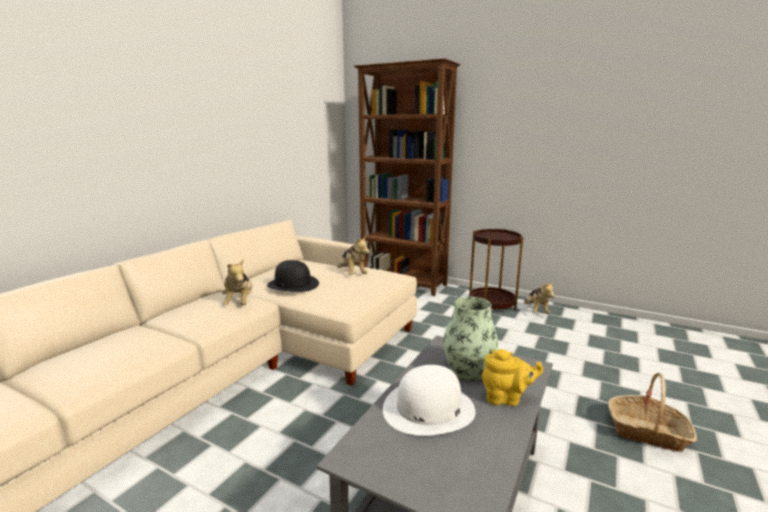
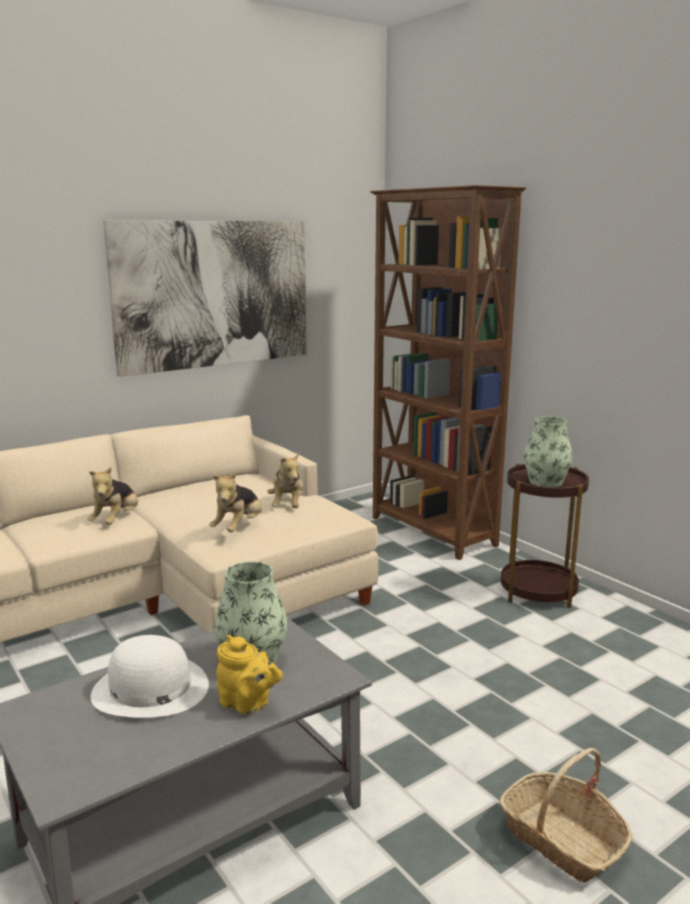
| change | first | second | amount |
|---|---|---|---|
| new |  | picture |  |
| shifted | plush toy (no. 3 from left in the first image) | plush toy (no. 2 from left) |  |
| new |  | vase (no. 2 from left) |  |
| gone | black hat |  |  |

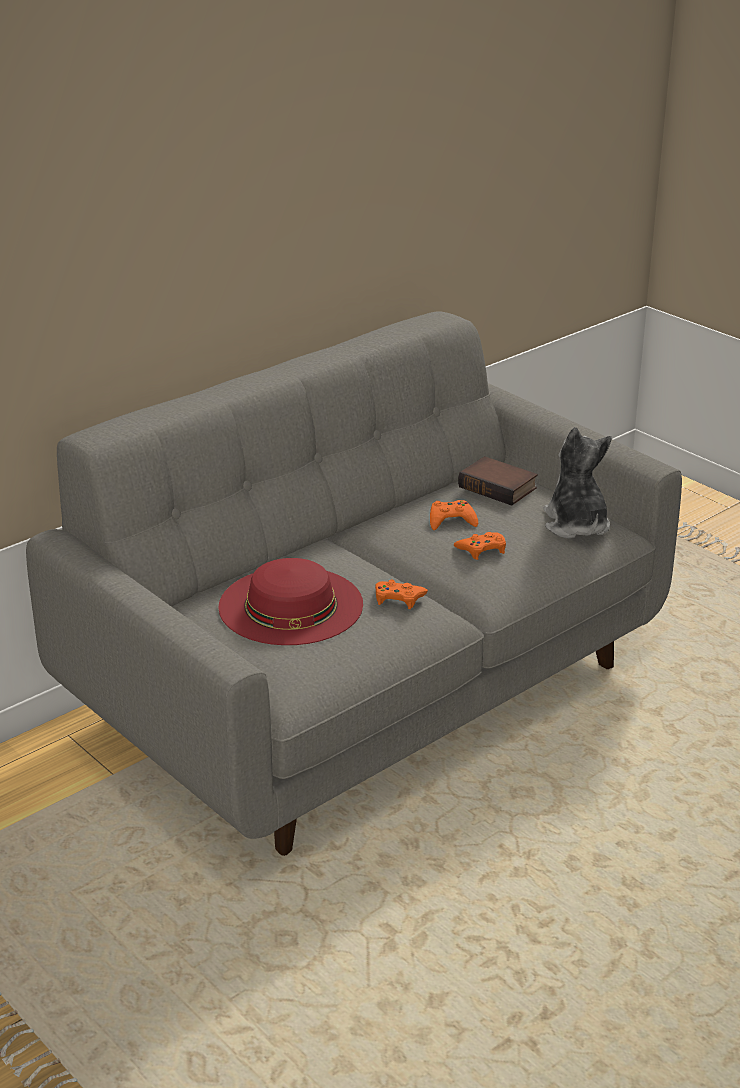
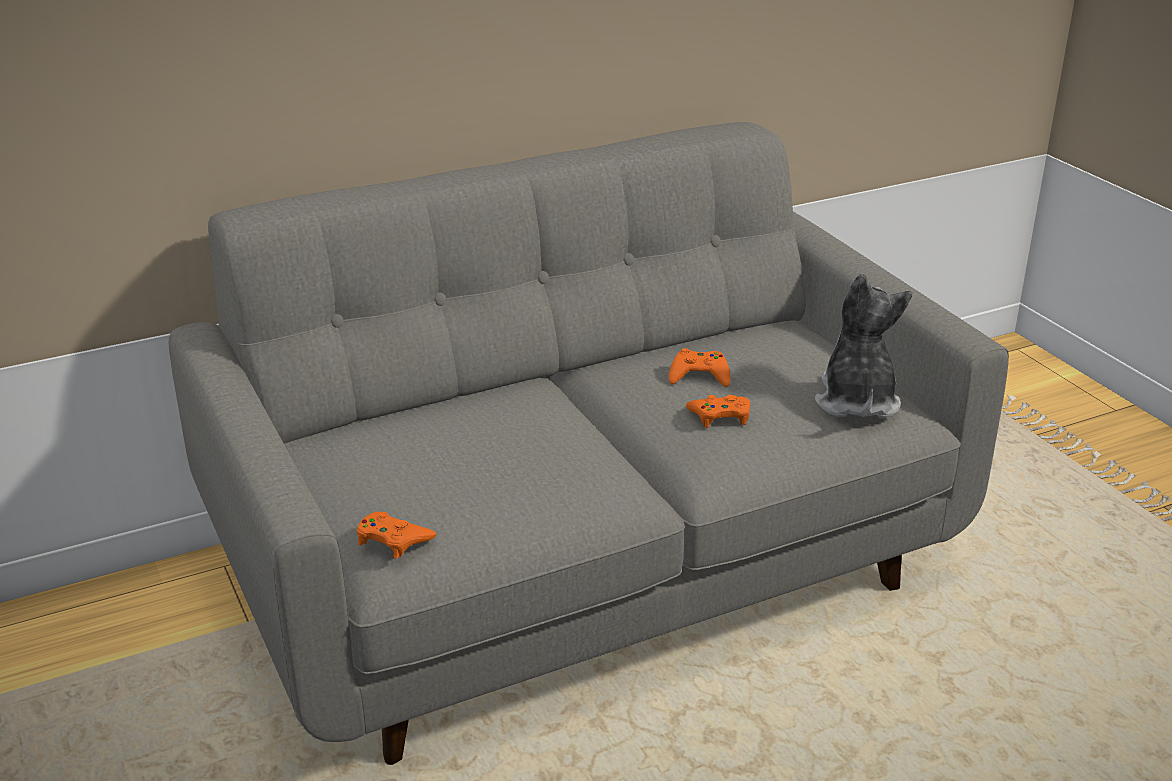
| change | first | second | amount |
|---|---|---|---|
| shifted | orange game controller (no. 1 from left) |  |  |
| gone | red hat |  |  |
| gone | book |  |  |

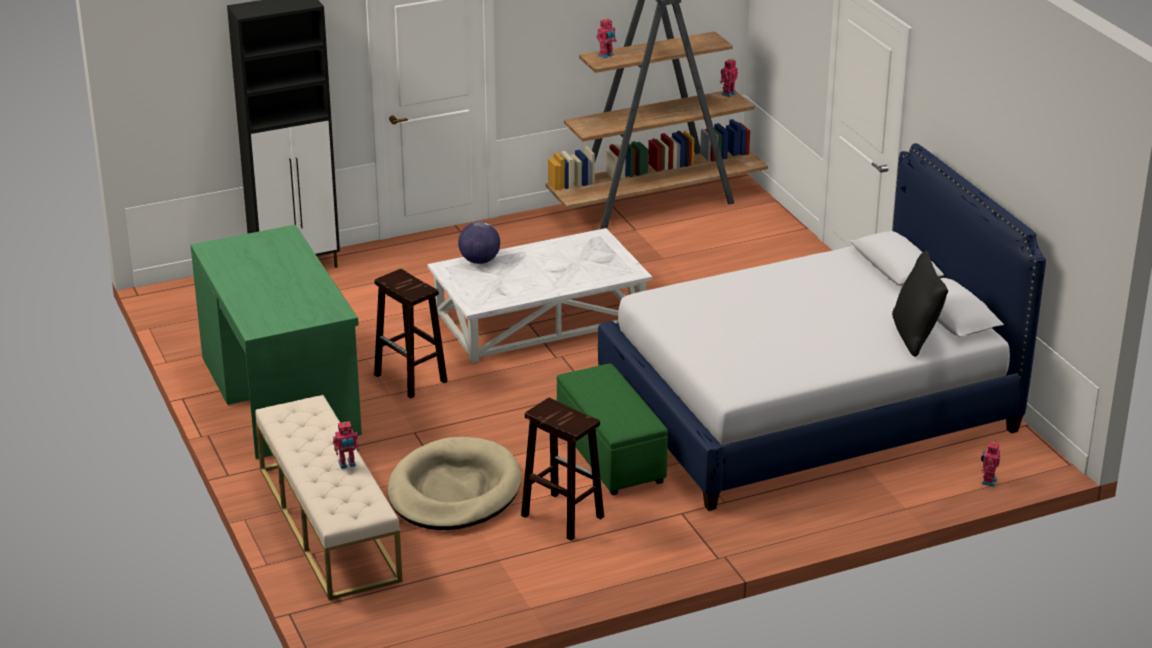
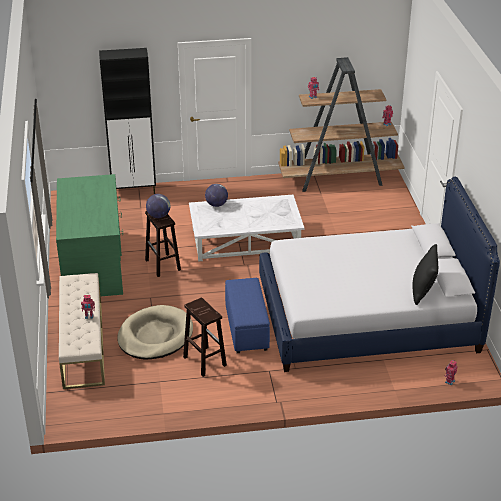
| change | first | second | amount |
|---|---|---|---|
| new |  | globe (no. 1 from left) |  |
| repainted | green ottoman | blue ottoman |  |

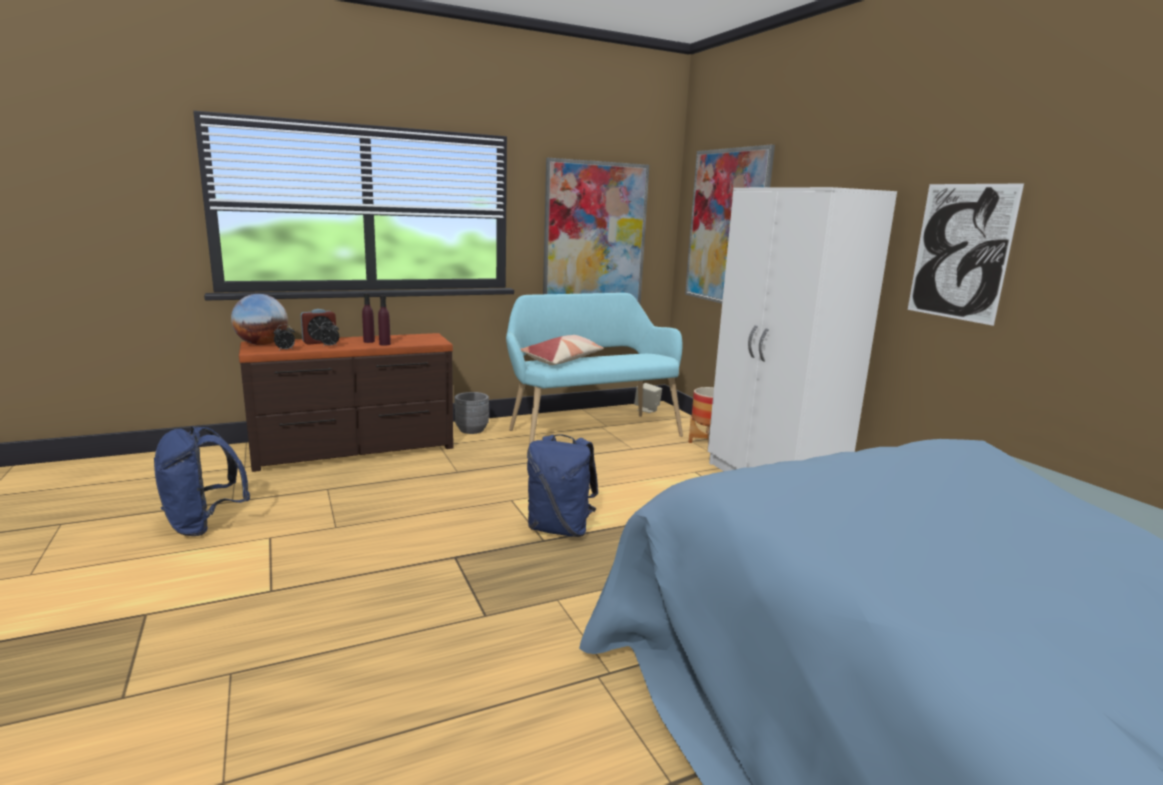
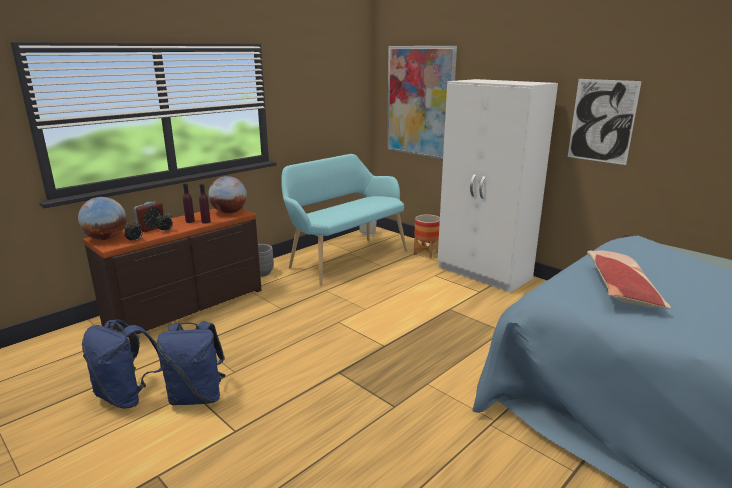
| change | first | second | amount |
|---|---|---|---|
| shifted | blue backpack (no. 2 from left) |  |  |
| new |  | globe (no. 2 from left) |  |
| shifted | pillow |  |  |
| gone | picture (no. 1 from left) |  |  |

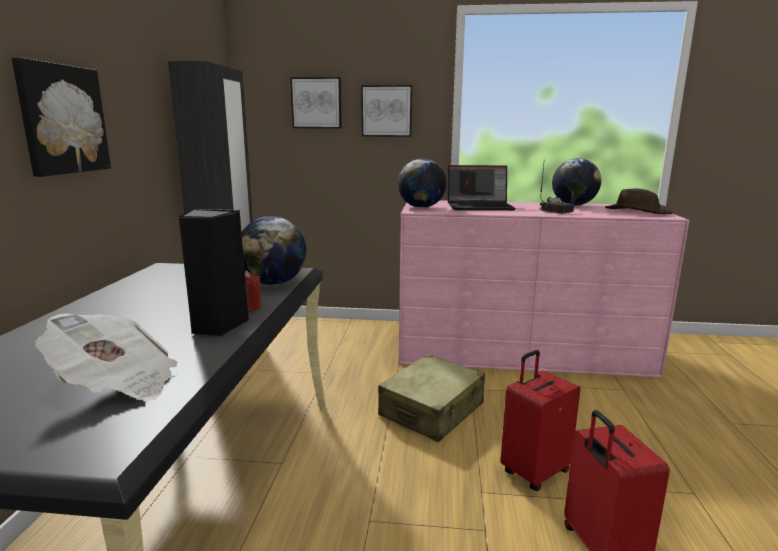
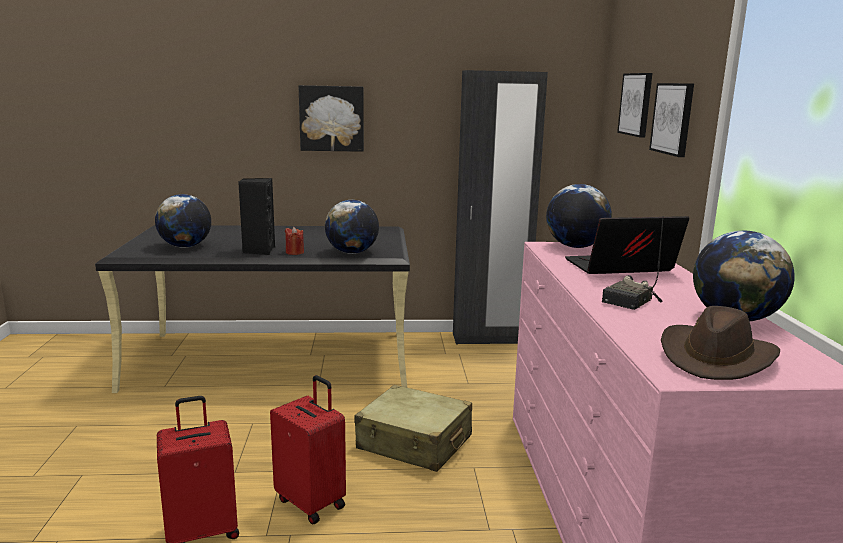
| change | first | second | amount |
|---|---|---|---|
| swapped | newspaper | globe (no. 1 from left) |  |
| rotated | laptop |  | 90 degrees clockwise |

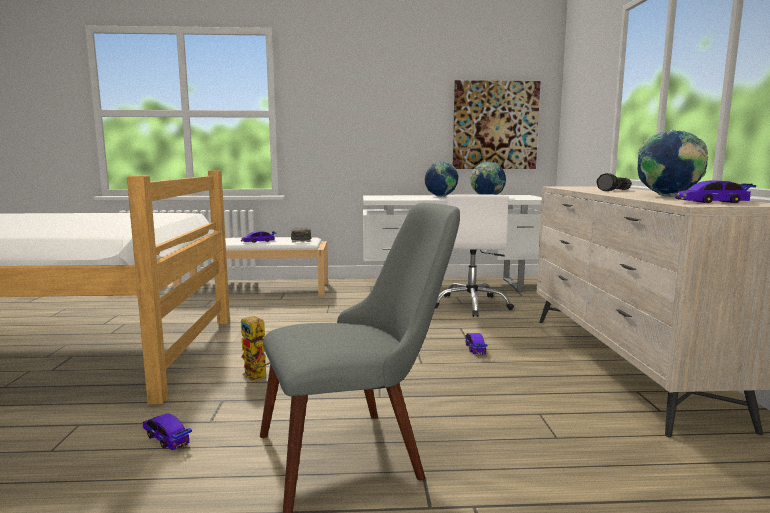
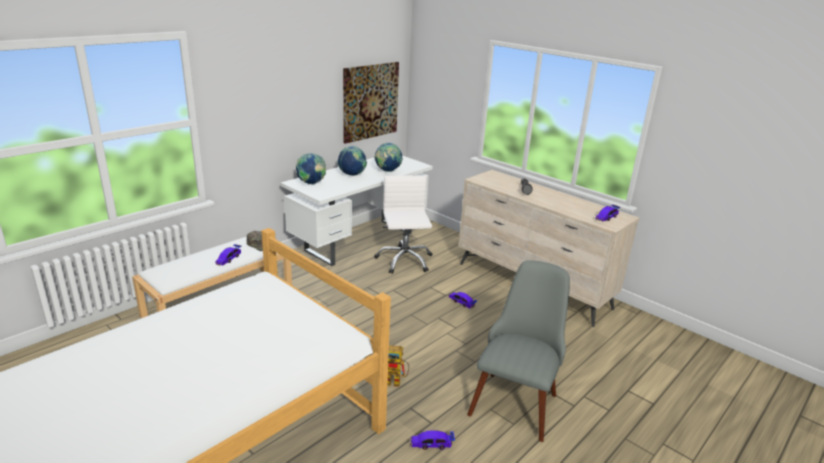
| change | first | second | amount |
|---|---|---|---|
| shifted | globe (no. 3 from left in the first image) | globe (no. 1 from left) |  |
| rotated | white office chair |  | 150 degrees counterclockwise |

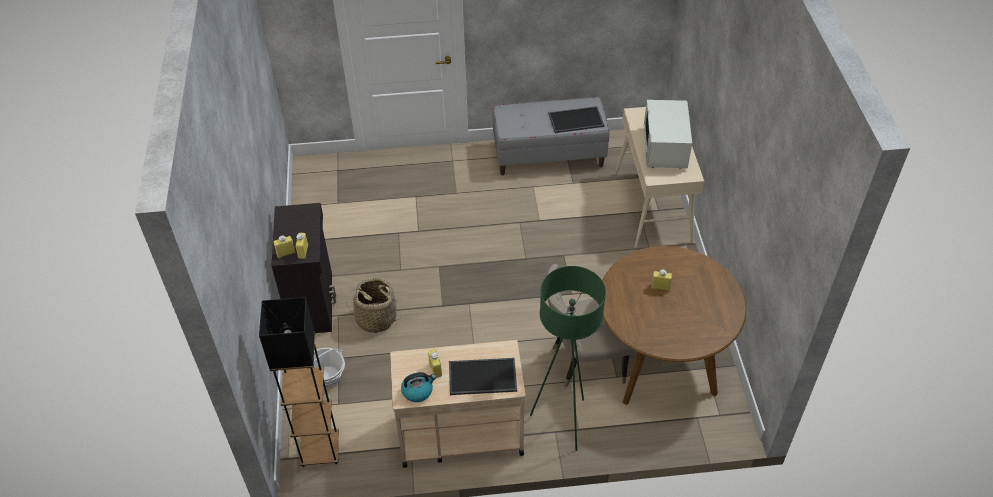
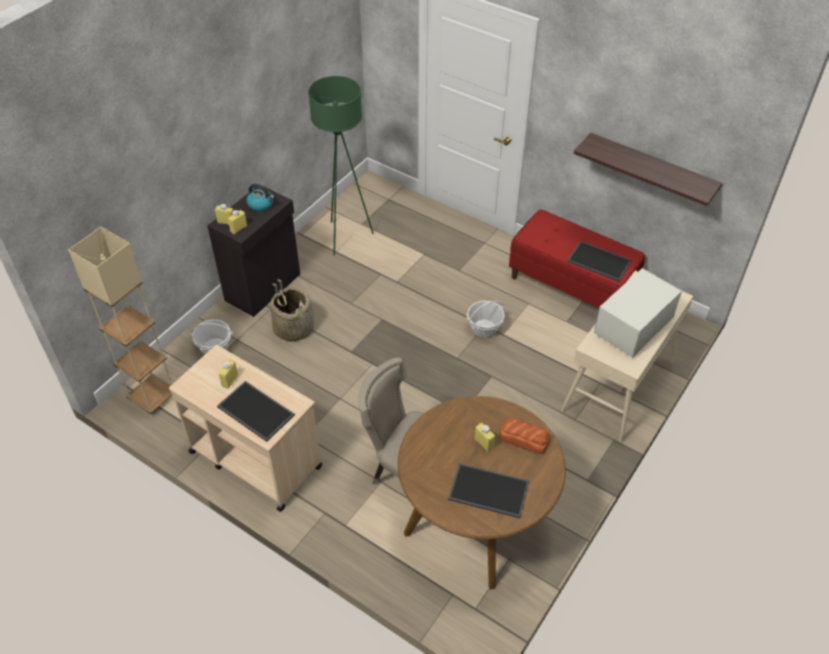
| change | first | second | amount |
|---|---|---|---|
| repainted | black floor lamp | beige floor lamp |  |
| shifted | kettle |  |  |
| shifted | green floor lamp |  |  |
| new |  | tray (no. 2 from left) |  |
| new |  | basket (no. 3 from left) |  |
| new |  | bread |  |
| repainted | grey bench | red bench |  |
| new |  | shelf |  |

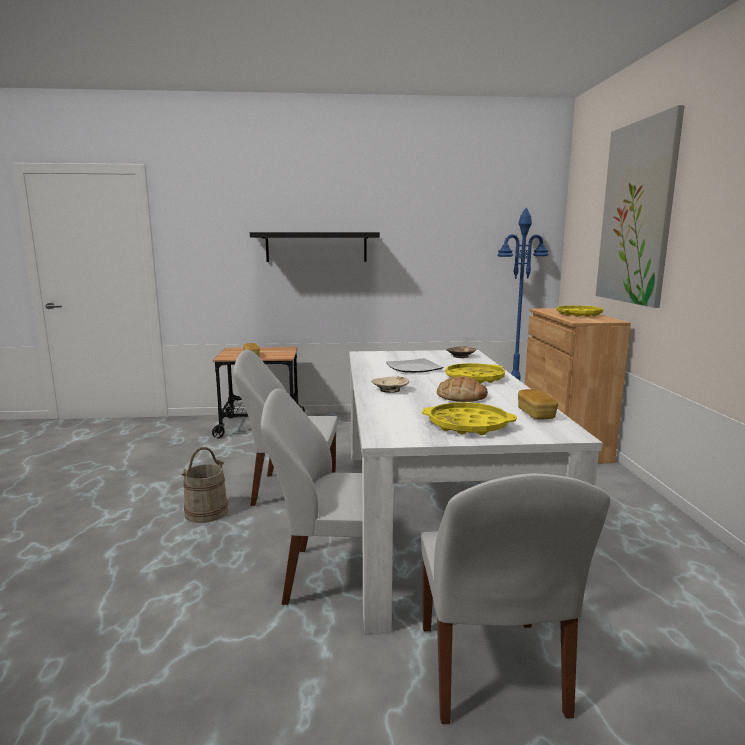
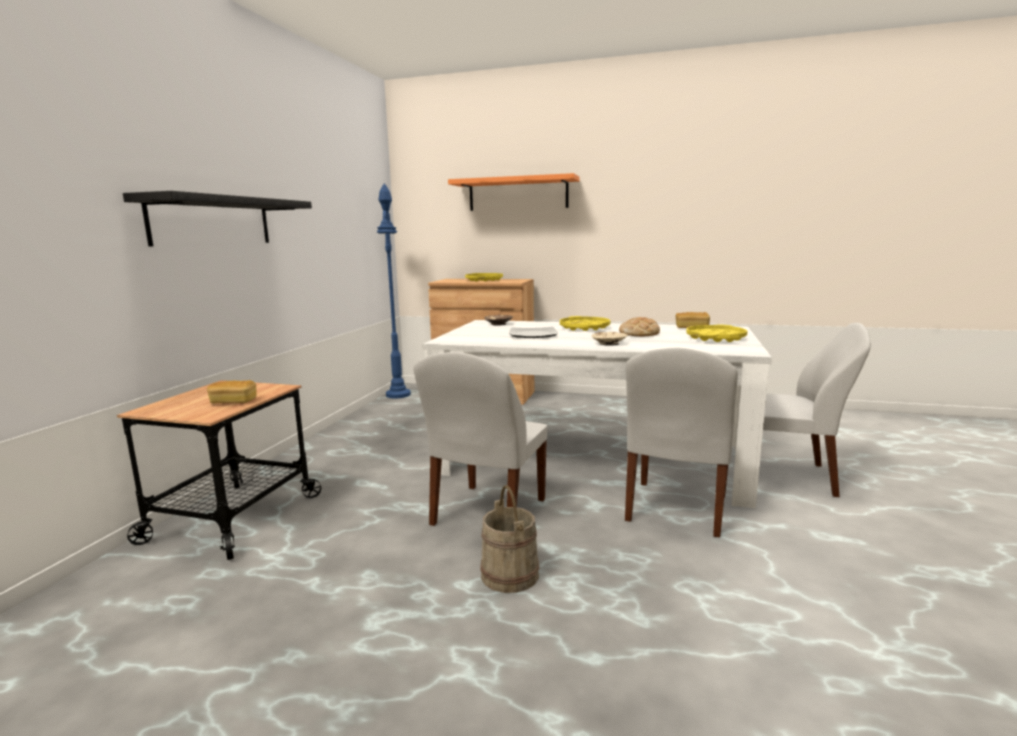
| change | first | second | amount |
|---|---|---|---|
| swapped | picture | orange shelf |  |

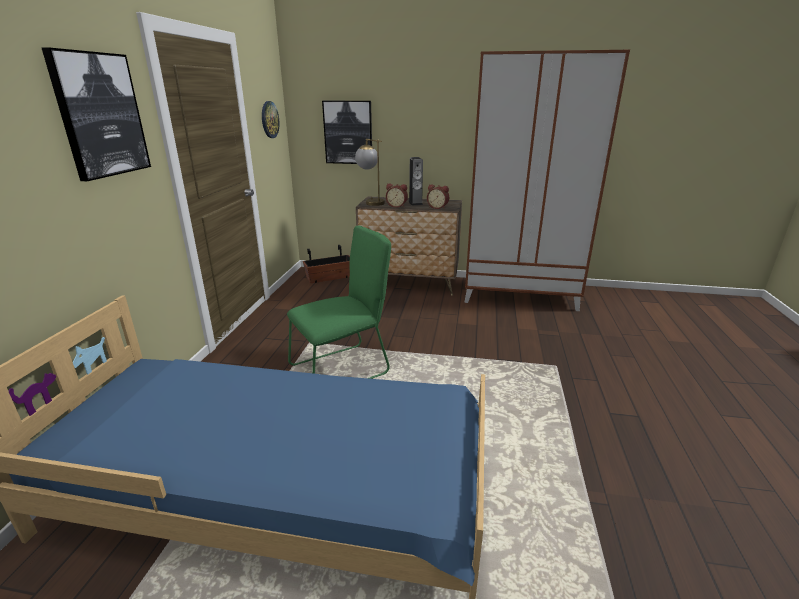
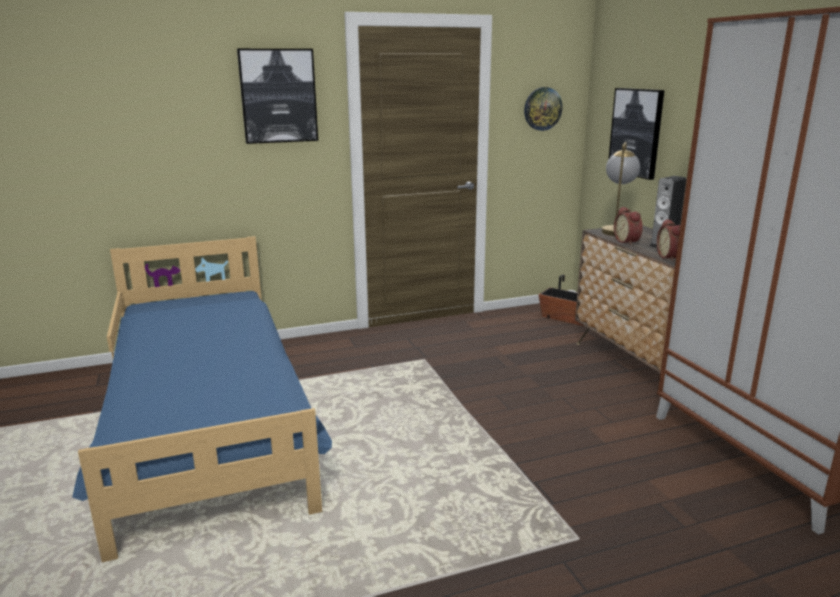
| change | first | second | amount |
|---|---|---|---|
| gone | green chair |  |  |

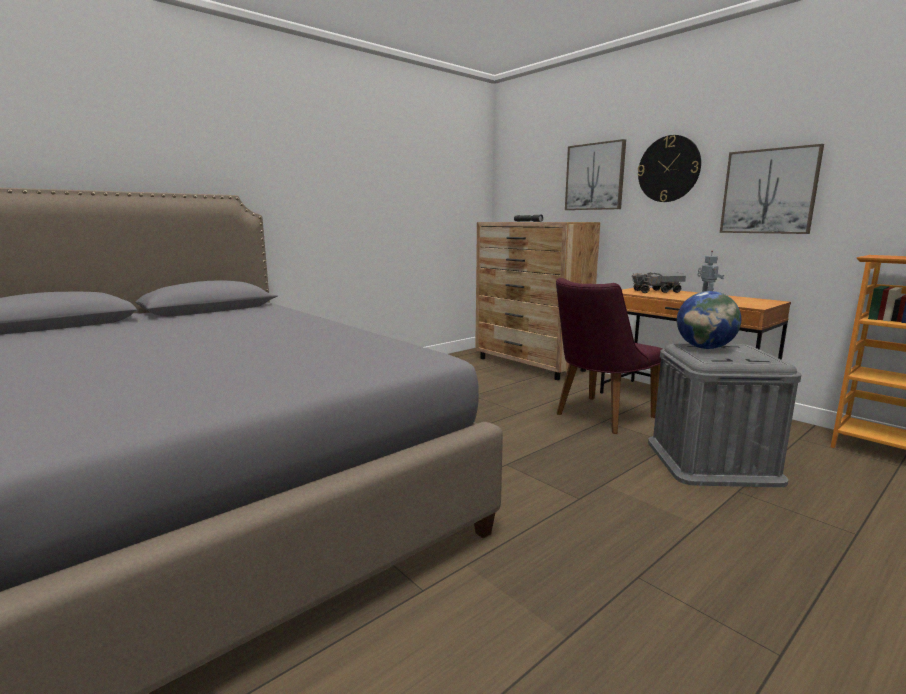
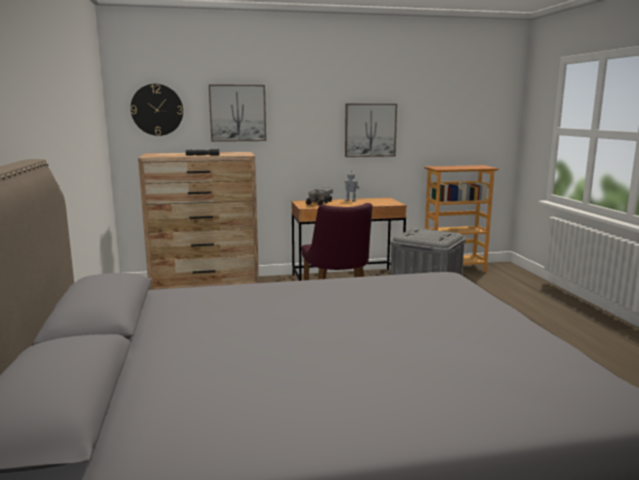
| change | first | second | amount |
|---|---|---|---|
| shifted | wall clock |  |  |
| gone | globe |  |  |

